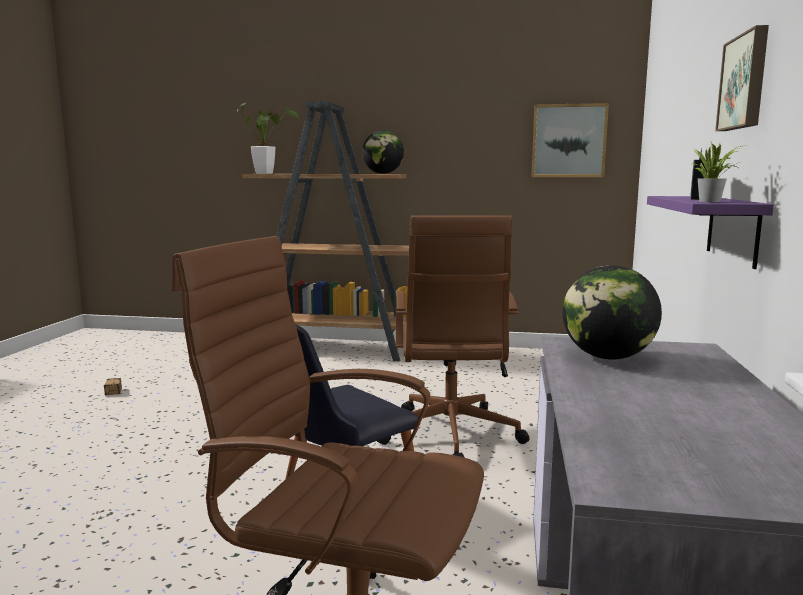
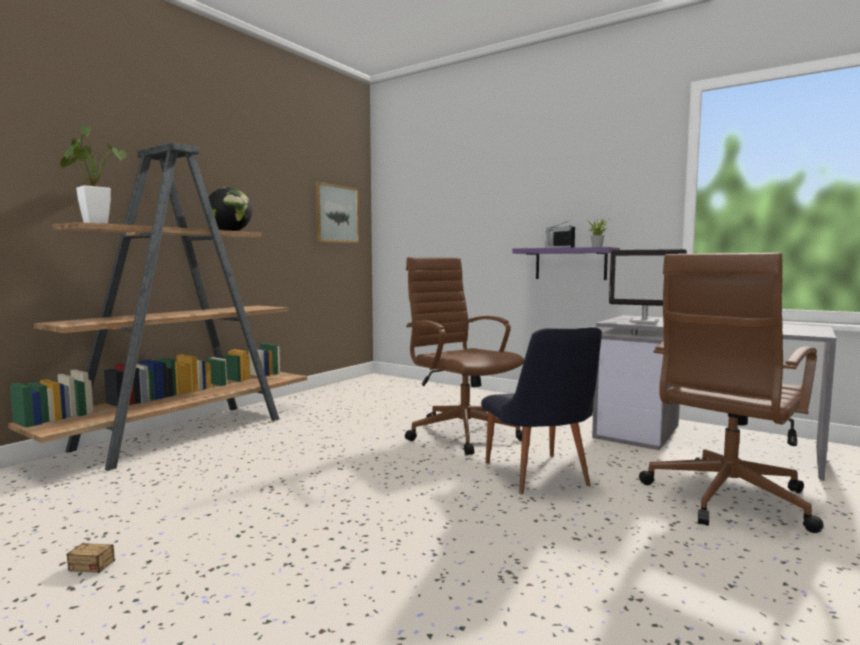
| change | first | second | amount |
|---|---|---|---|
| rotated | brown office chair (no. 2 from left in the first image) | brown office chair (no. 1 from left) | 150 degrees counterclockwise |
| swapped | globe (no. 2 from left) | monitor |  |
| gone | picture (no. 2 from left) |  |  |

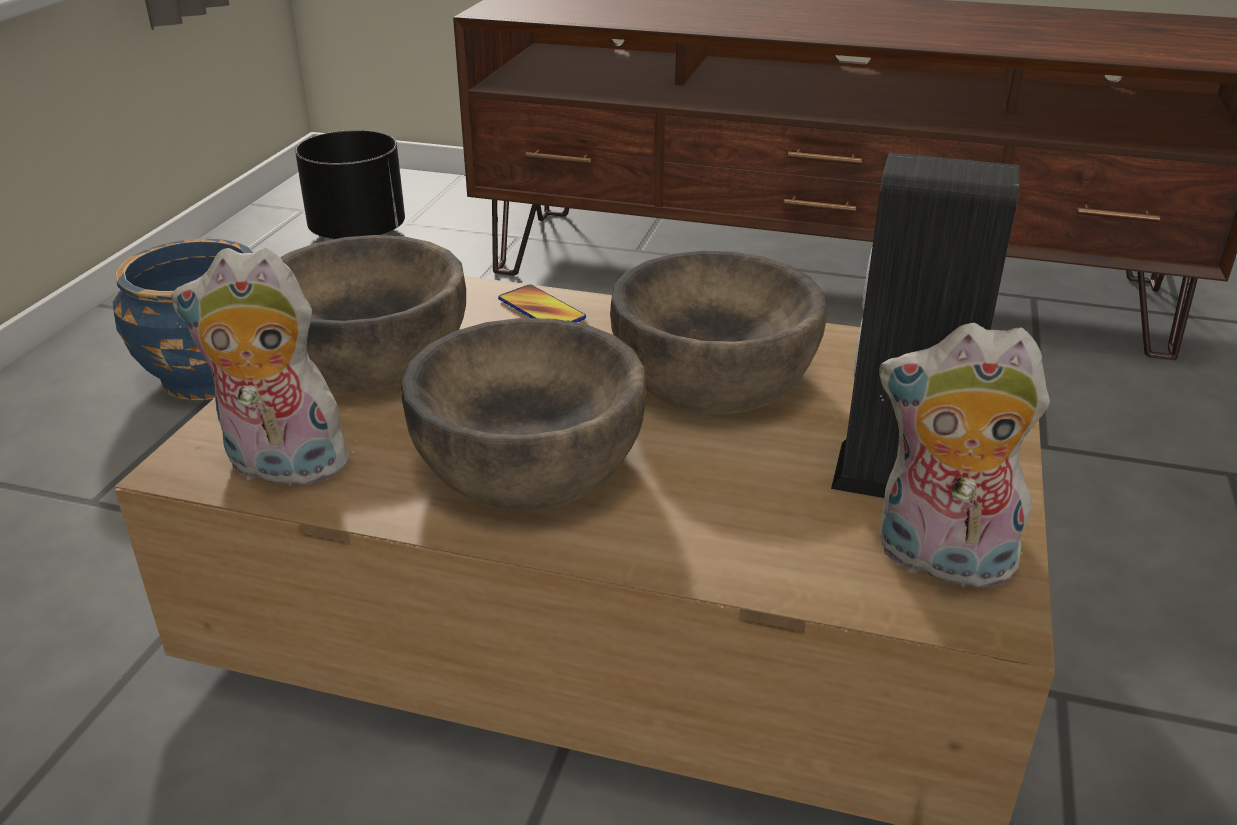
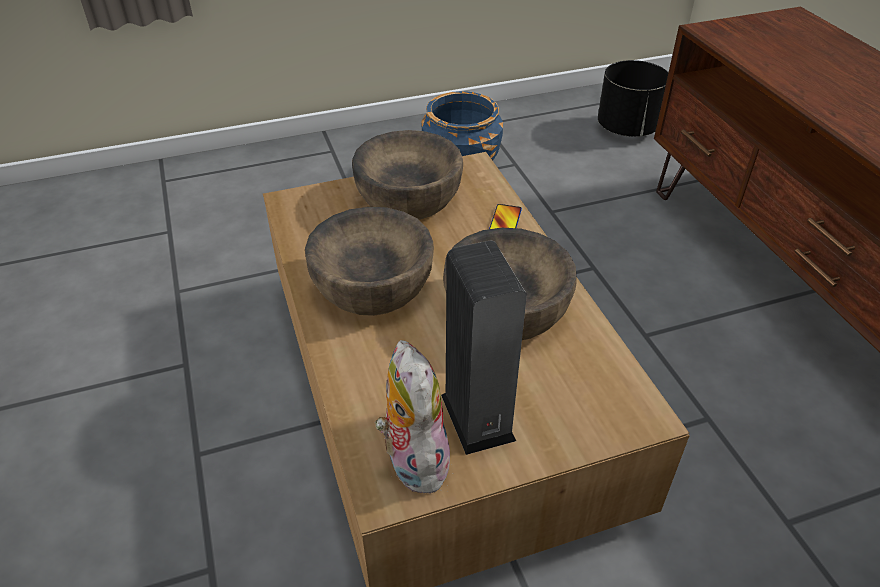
| change | first | second | amount |
|---|---|---|---|
| gone | plush toy (no. 1 from left) |  |  |

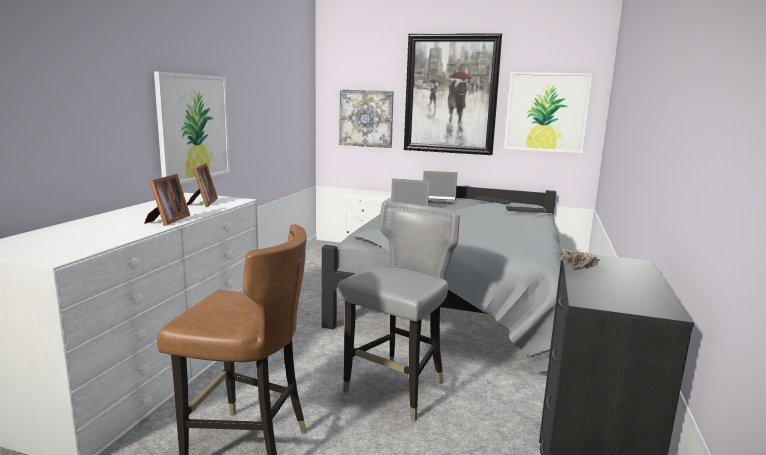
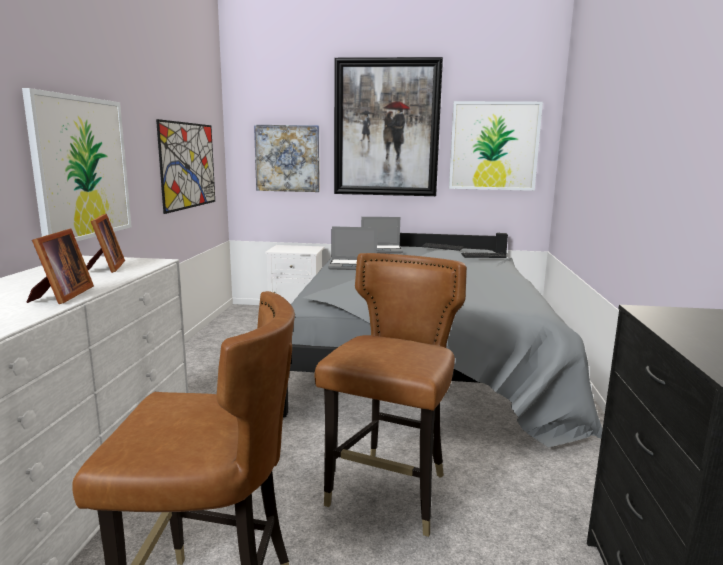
| change | first | second | amount |
|---|---|---|---|
| new |  | picture (no. 2 from left) |  |
| repainted | grey chair | brown chair (no. 2 from left) |  |
| gone | beige bowl |  |  |

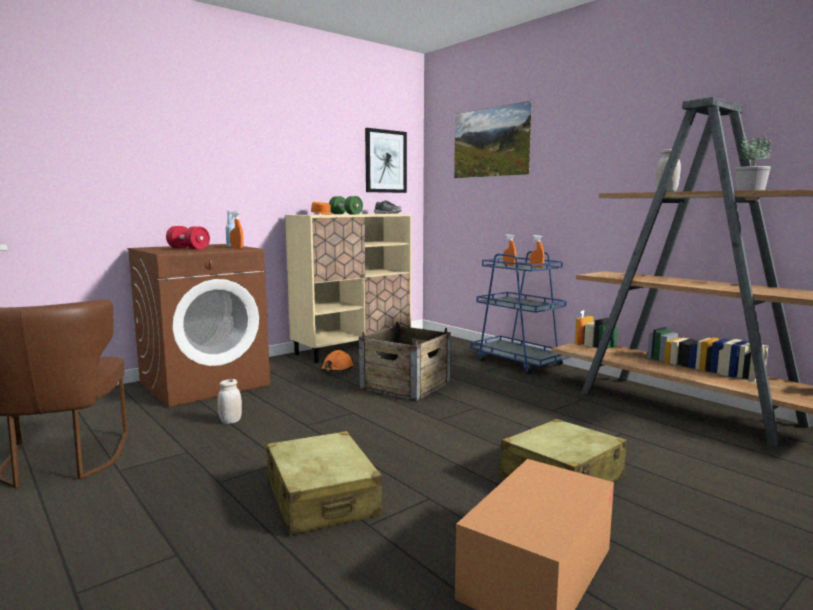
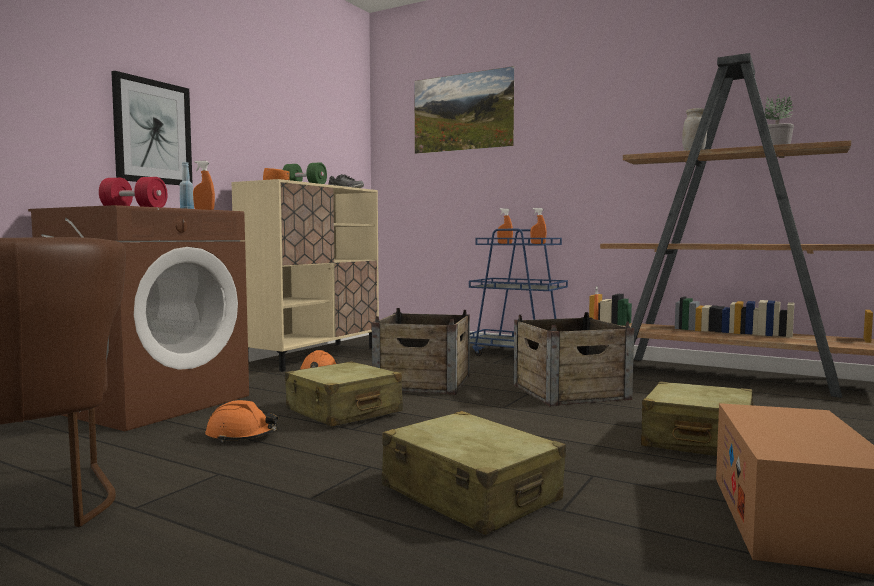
| change | first | second | amount |
|---|---|---|---|
| shifted | picture (no. 1 from left) |  |  |
| swapped | white jar (no. 1 from left) | orange hard hat (no. 1 from left) |  |
| new |  | beige suitcase (no. 1 from left) |  |
| new |  | crate (no. 2 from left) |  |

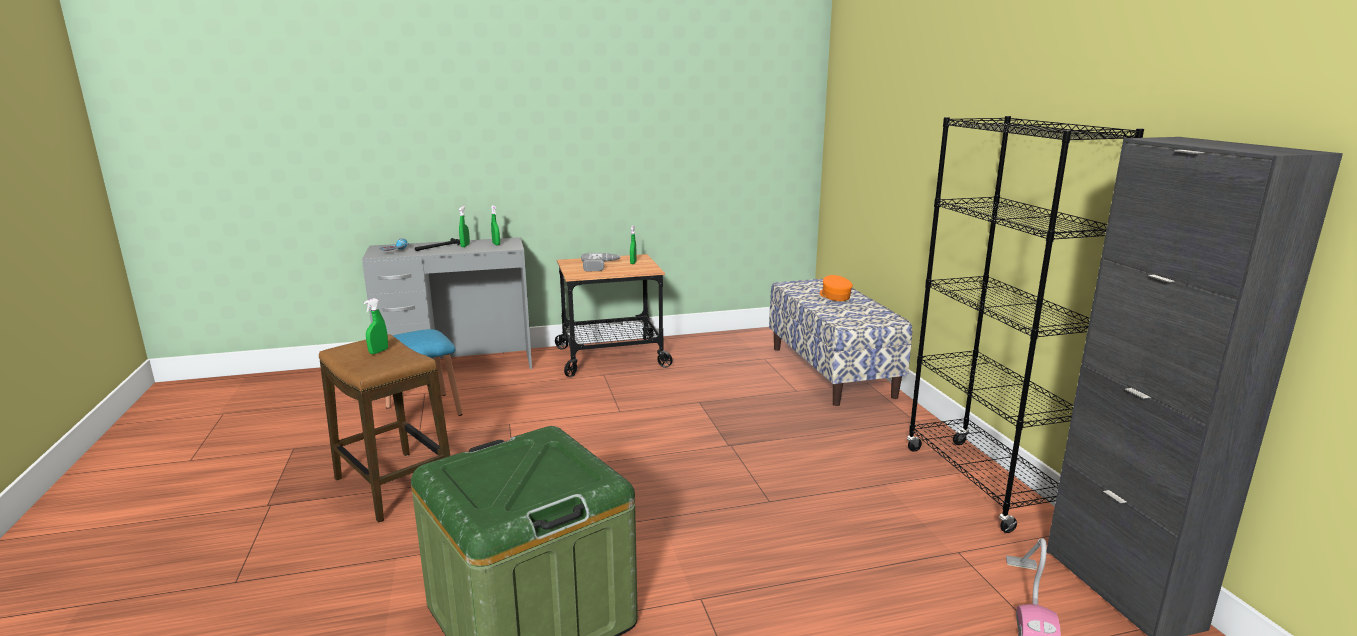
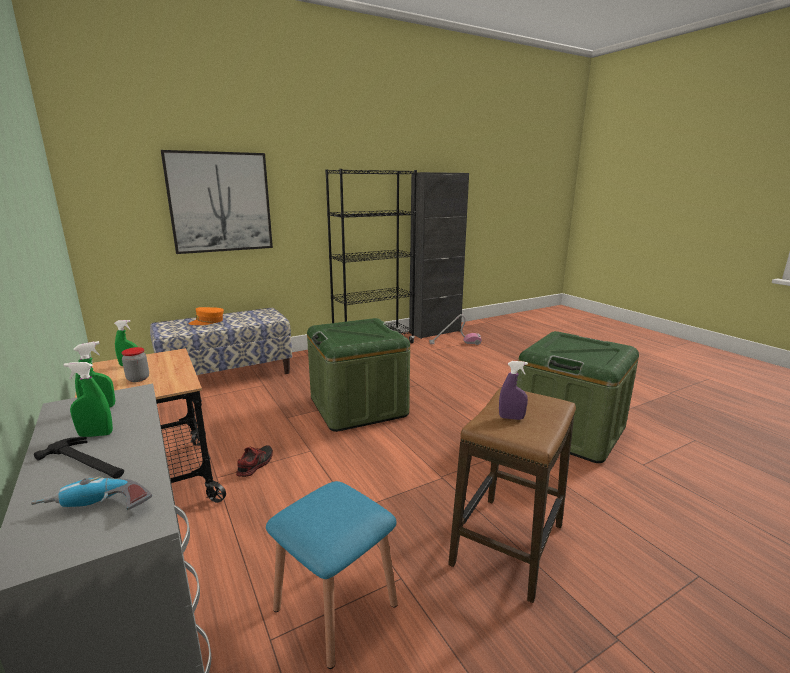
| change | first | second | amount |
|---|---|---|---|
| swapped | power drill (no. 2 from left) | jar |  |
| new |  | picture |  |
| new |  | shoe |  |
| new |  | green storage box (no. 1 from left) |  |
| repainted | green spray bottle (no. 1 from left) | purple spray bottle |  |

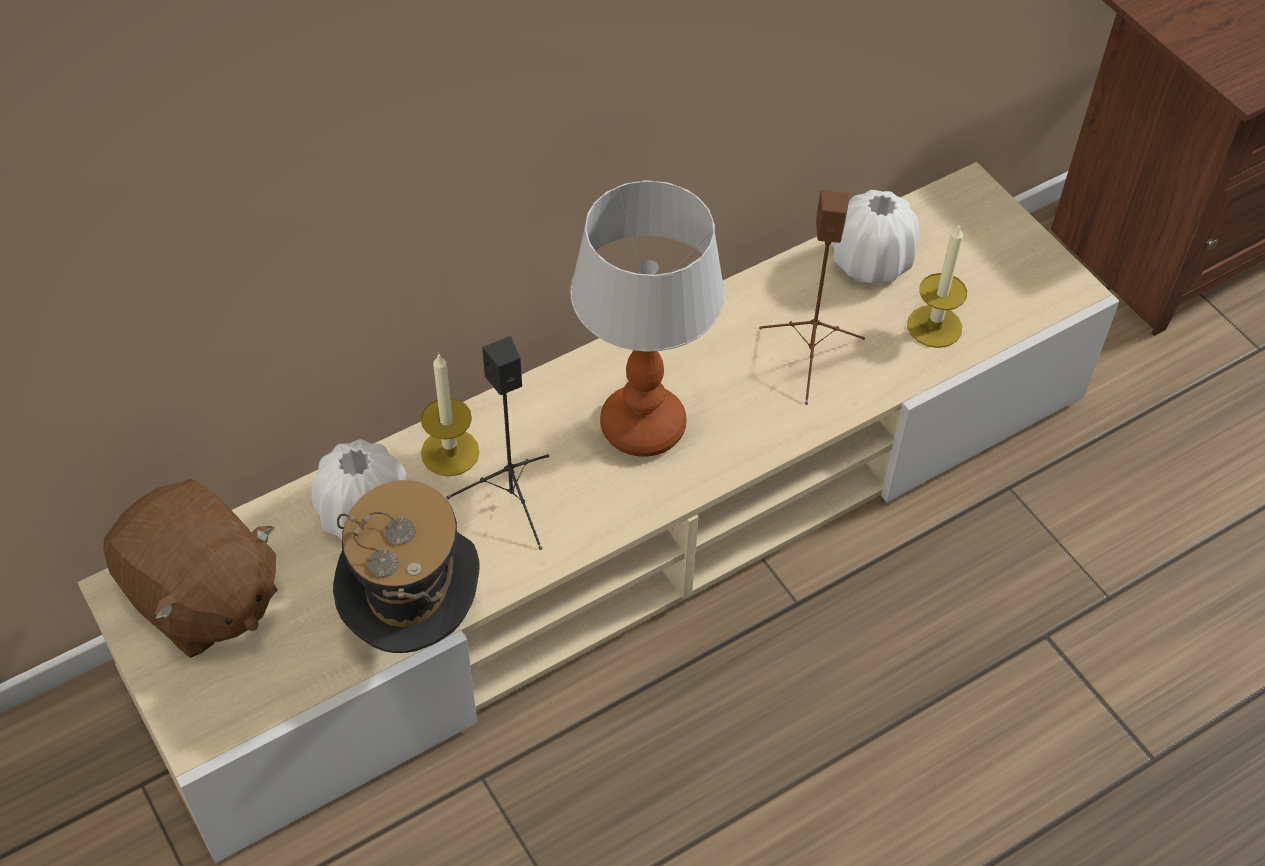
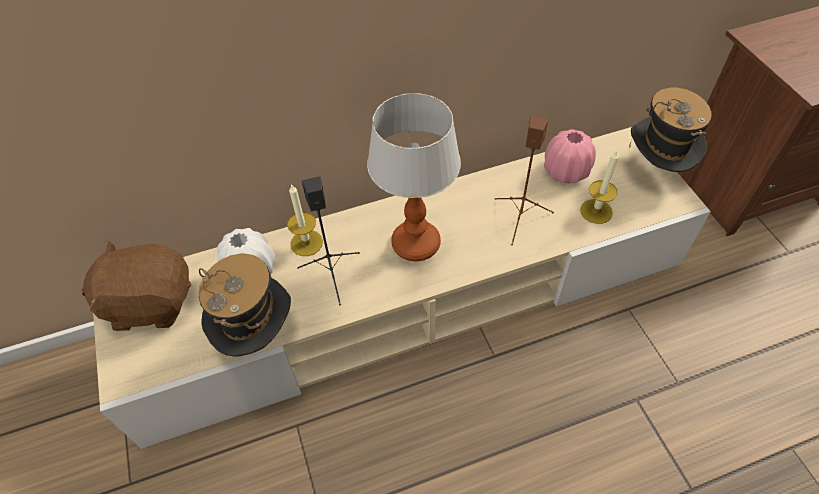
| change | first | second | amount |
|---|---|---|---|
| rotated | brown plush toy |  | 120 degrees clockwise |
| repainted | white vase (no. 2 from left) | pink vase |  |
| new |  | hat (no. 2 from left) |  |

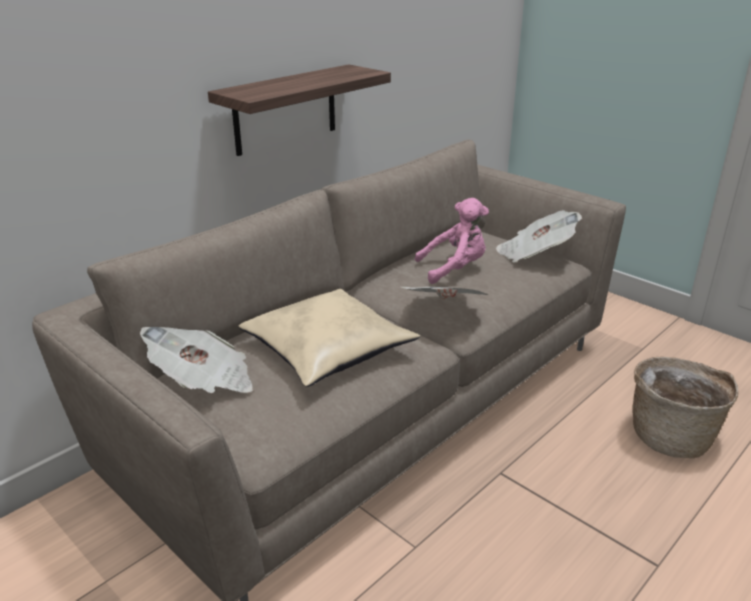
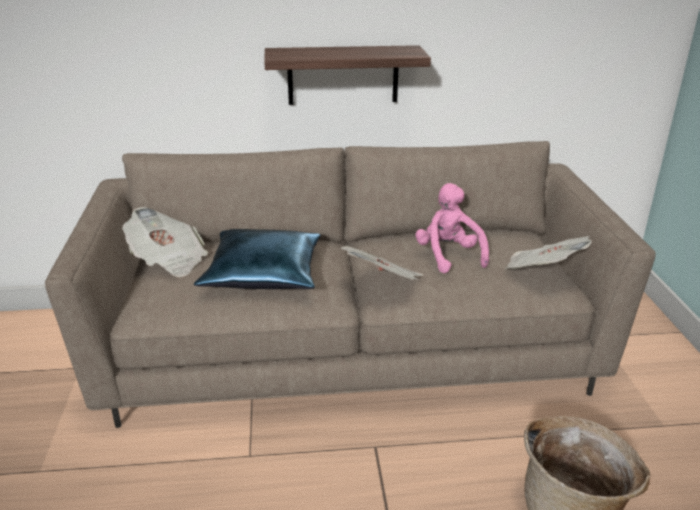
| change | first | second | amount |
|---|---|---|---|
| repainted | beige pillow | blue pillow |  |
| rotated | pink plush toy |  | 135 degrees counterclockwise |

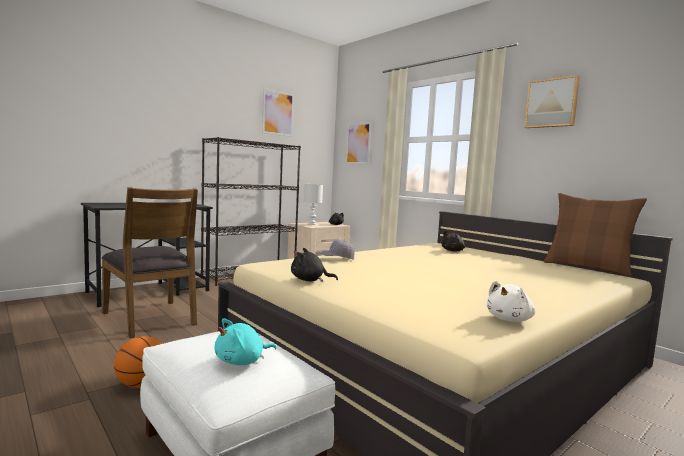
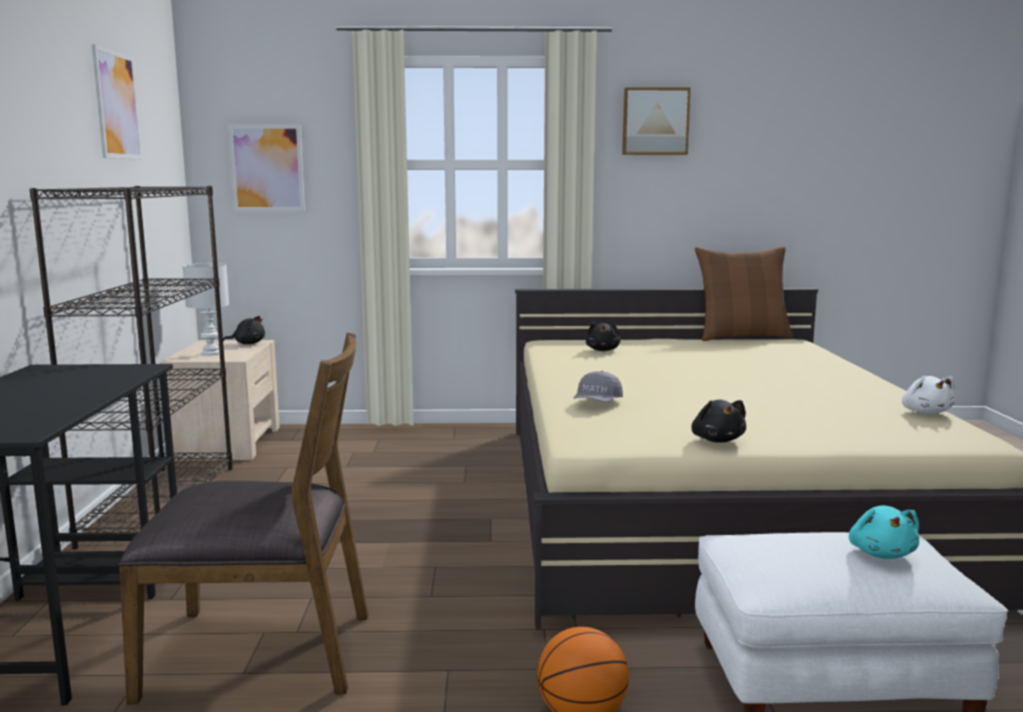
| change | first | second | amount |
|---|---|---|---|
| rotated | black plush toy (no. 1 from left in the first image) | black plush toy (no. 3 from left) | 60 degrees counterclockwise |

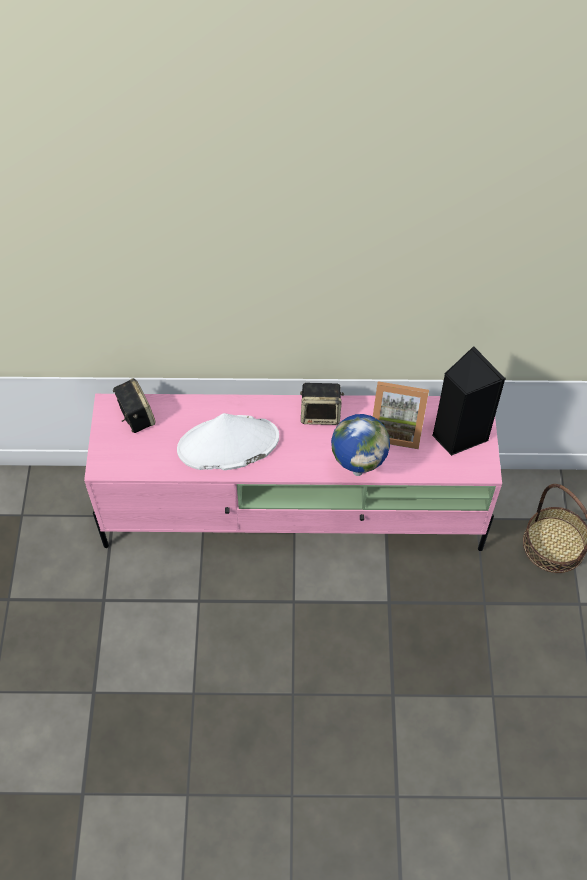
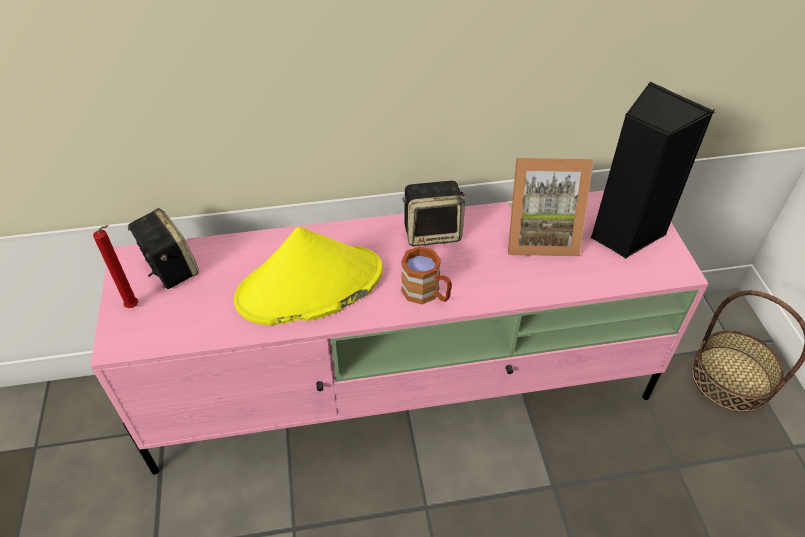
| change | first | second | amount |
|---|---|---|---|
| new |  | red candle |  |
| repainted | white hat | yellow hat |  |
| new |  | brown mug |  |
| gone | globe |  |  |

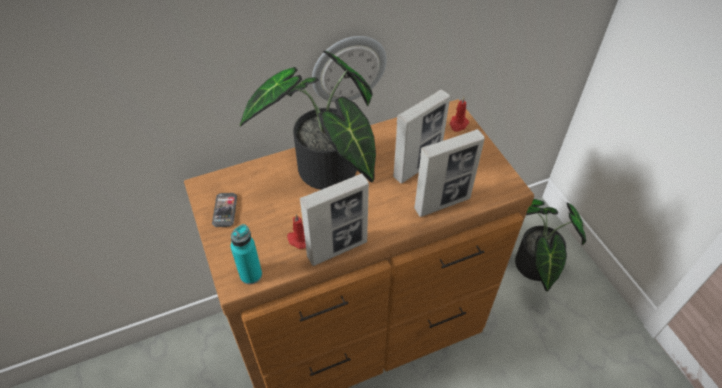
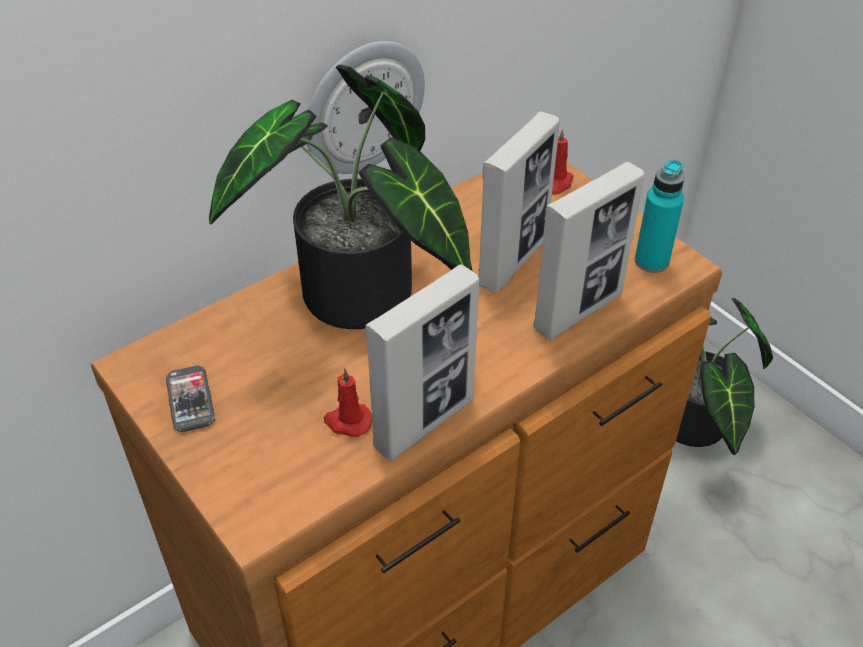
| change | first | second | amount |
|---|---|---|---|
| shifted | turquoise bottle |  |  |

